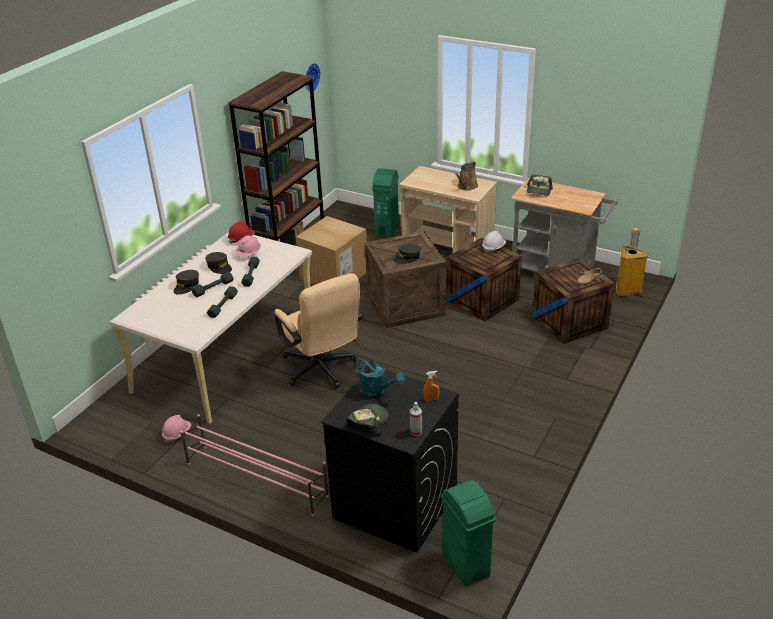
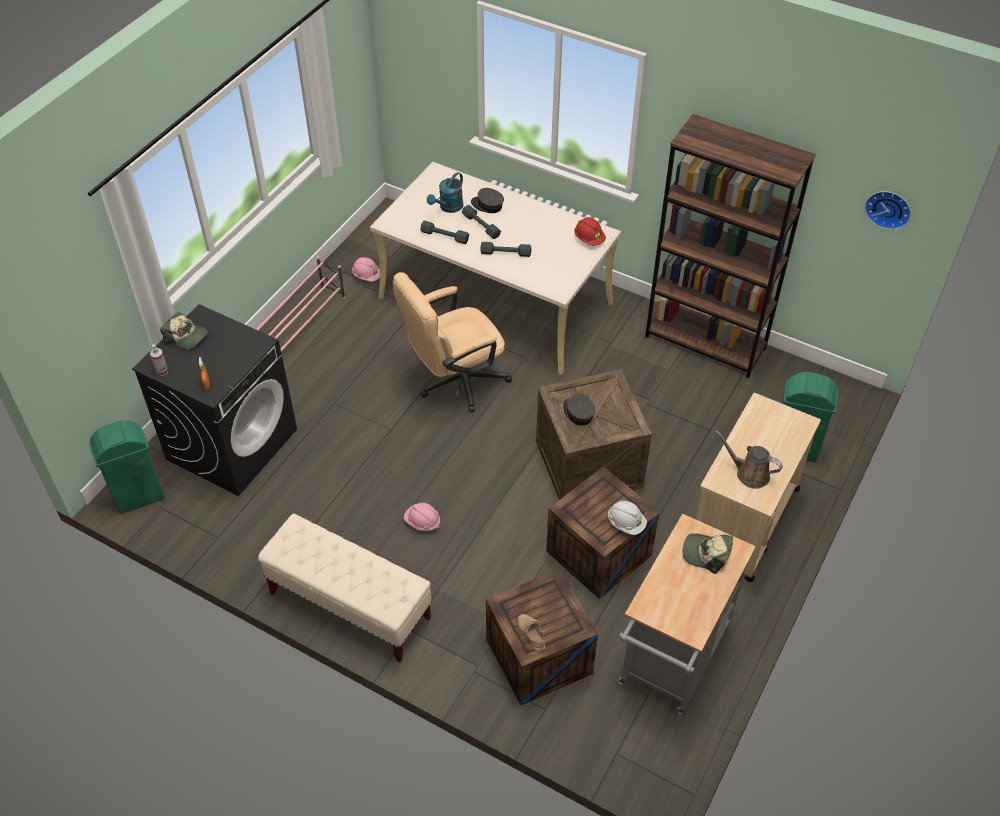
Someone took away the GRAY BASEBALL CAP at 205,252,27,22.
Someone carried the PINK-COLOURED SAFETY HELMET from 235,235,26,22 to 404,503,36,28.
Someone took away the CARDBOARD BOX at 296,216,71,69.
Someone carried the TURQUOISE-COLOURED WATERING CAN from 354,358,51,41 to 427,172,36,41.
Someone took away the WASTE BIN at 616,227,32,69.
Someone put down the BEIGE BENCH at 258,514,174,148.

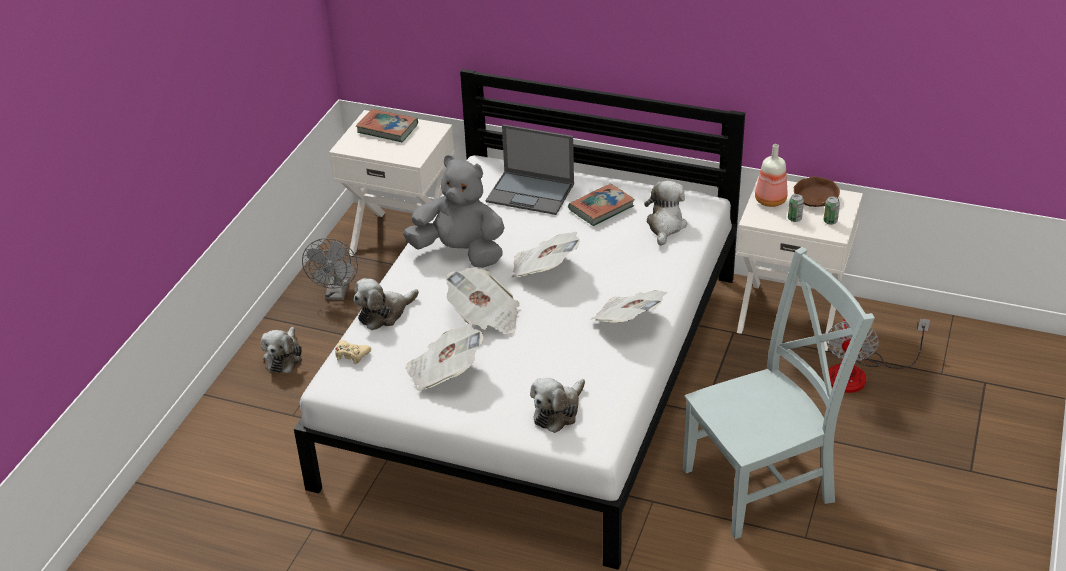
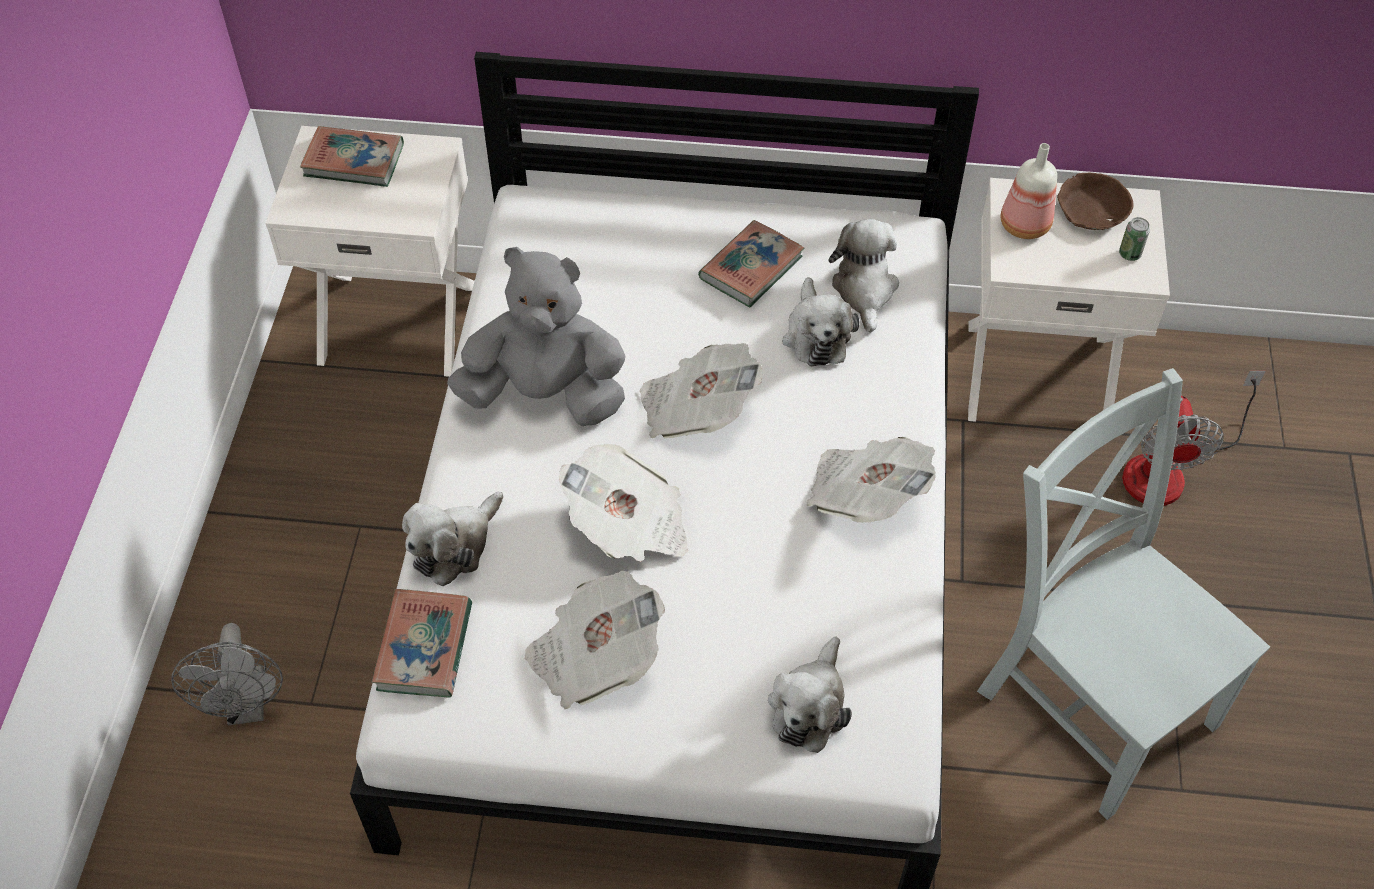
Someone carried the PLUSH TOY from 261,327,41,46 to 782,277,77,89.
Someone carried the GRAY FAN from 302,238,56,62 to 171,623,112,102.
Someone swapped the BEIGE JOYPAD at 335,340,36,24 for the VOLUME at 371,589,101,109.
Someone took away the NOTEBOOK COMPUTER at 486,124,88,91.
Someone rotated the GRAY UPRIGHT CHAIR at 683,247,192,292 by 90 degrees counterclockwise.
Someone took away the METAL CAN at 788,194,16,28.

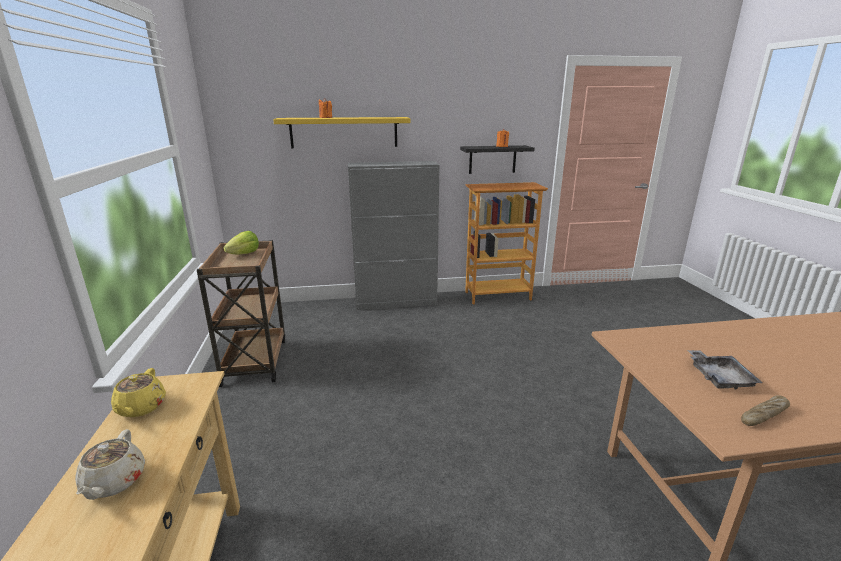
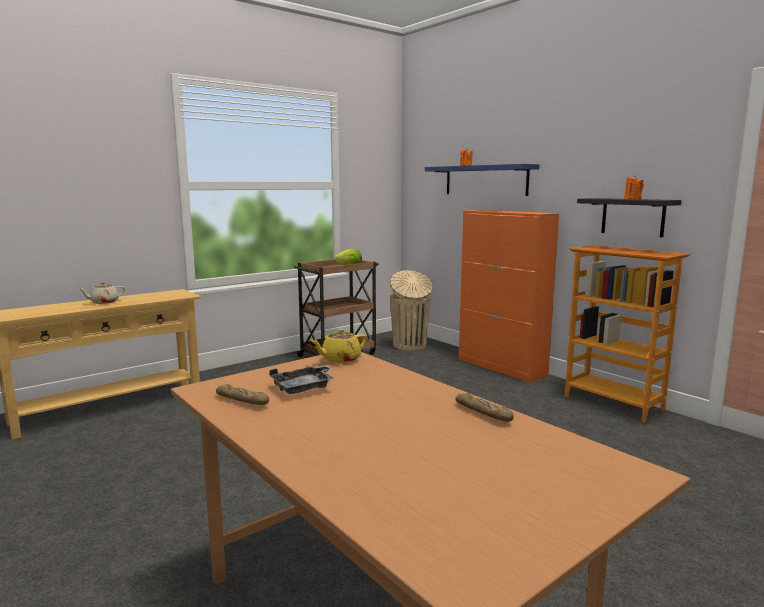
Someone carried the YELLOW-COLOURED POT FOR TEA from 111,368,55,49 to 311,329,56,34.
Someone repainted the YELLOW-COLOURED BRACKET SHELF at 273,117,138,31, which became the BLUE-COLOURED BRACKET SHELF at 425,164,115,32.
Someone repainted the GRAY STORAGE CABINET at 348,161,92,149, which became the ORANGEY STORAGE CABINET at 459,210,100,173.
Someone put down the BEIGE WASTE BIN at 390,270,42,80.
Someone put down the BAKED BREAD at 456,393,58,29.

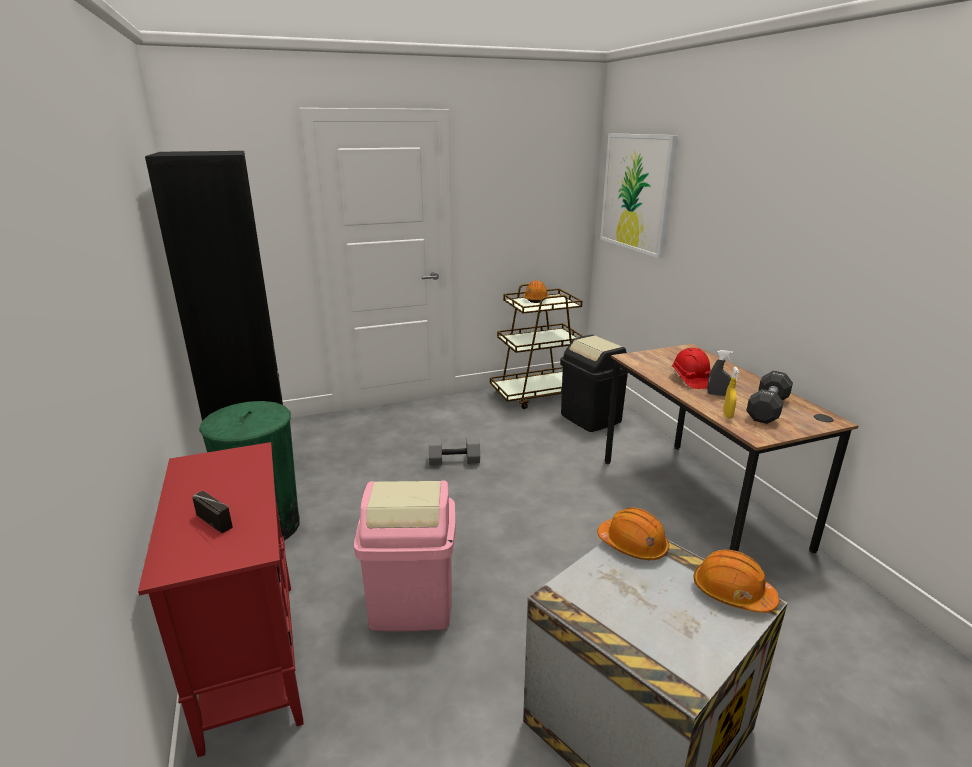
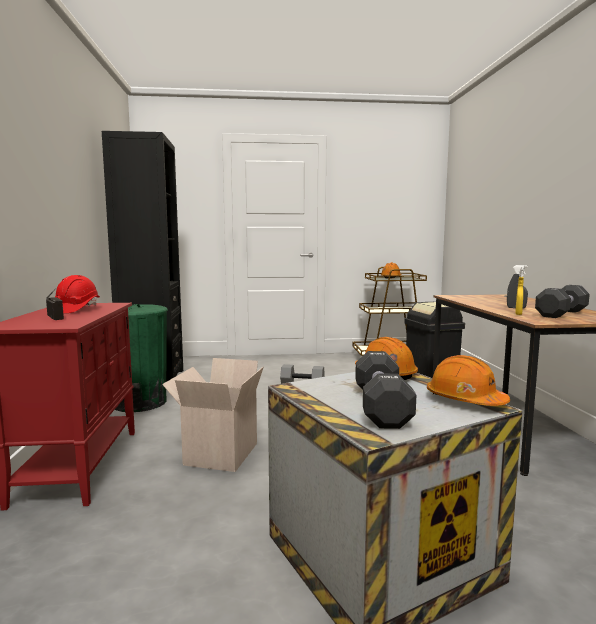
Someone swapped the PINK-COLOURED WASTE BIN at 354,480,102,151 for the CARDBOARD BOX at 162,358,102,114.
Someone took away the WALL ART at 600,133,78,125.
Someone carried the REDDISH SAFETY HELMET from 672,348,39,41 to 55,275,45,38.
Someone put down the BLACK HAND WEIGHT at 355,351,61,78.

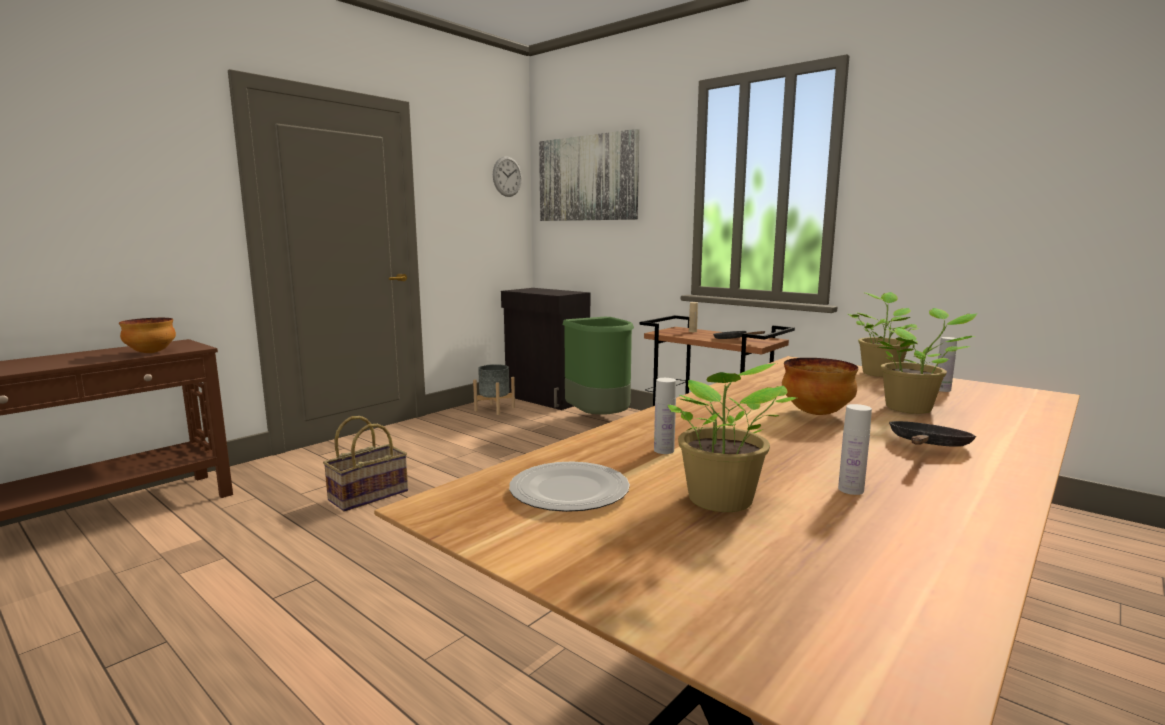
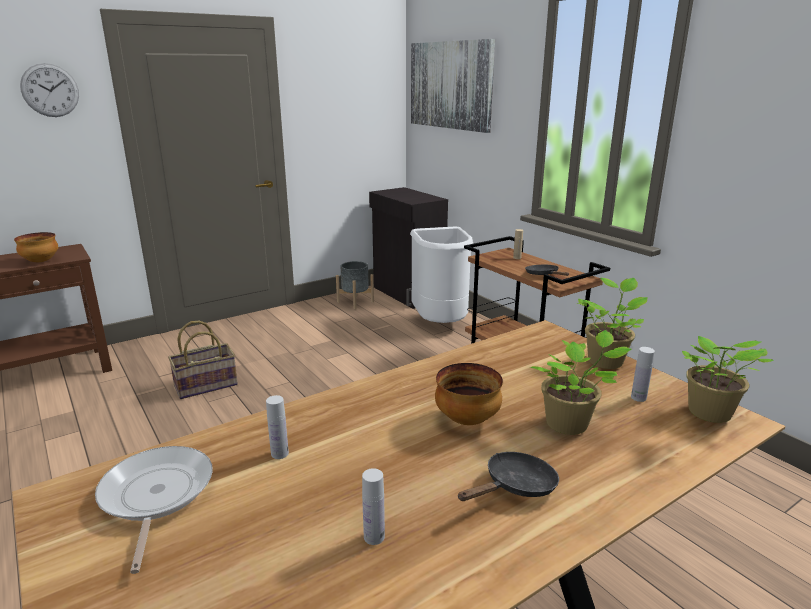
Someone carried the HANGING CLOCK from 493,156,29,41 to 20,63,59,54.
Someone swapped the PLATE at 509,462,121,50 for the PAN at 95,446,118,128.
Someone repainted the GREEN-COLOURED WASTE BIN at 563,317,71,98, which became the WHITE WASTE BIN at 410,227,63,96.
Someone carried the PLANT IN A POT from 667,363,129,149 to 682,336,92,87.

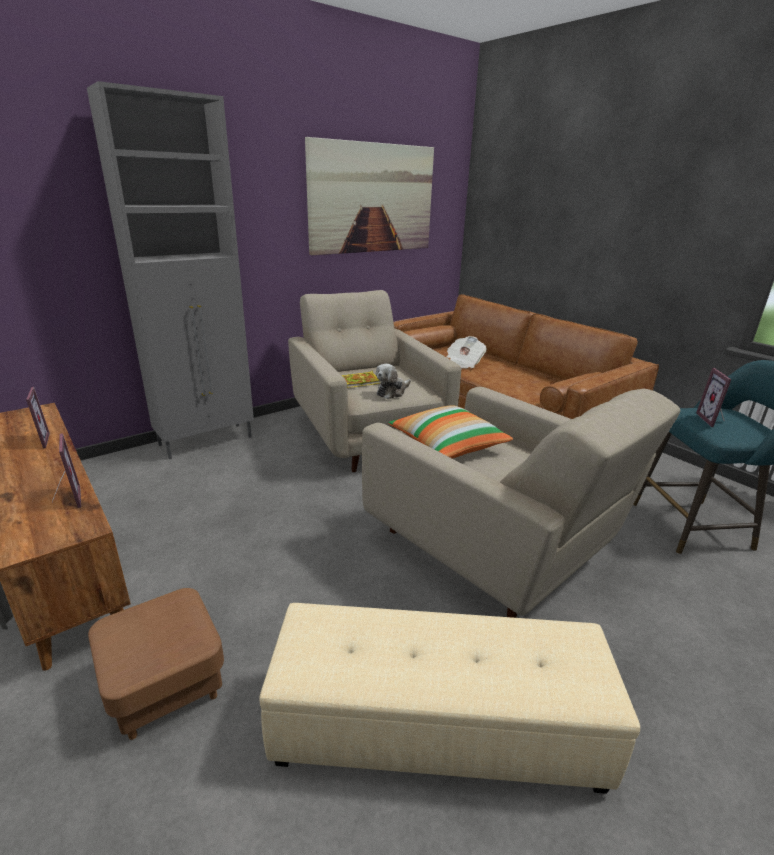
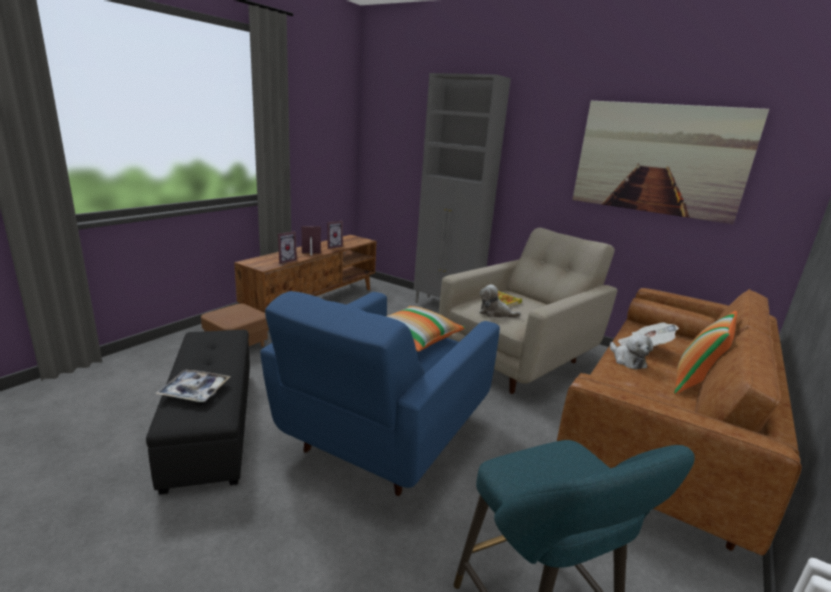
Someone repainted the BEIGE OTTOMAN at 259,603,381,191, which became the BLACK OTTOMAN at 146,330,104,165.
Someone repainted the BEIGE ARMCHAIR at 362,387,319,231, which became the BLUE-COLOURED ARMCHAIR at 260,291,240,205.
Someone carried the PICTURE FRAME from 696,368,35,59 to 302,226,19,30.
Someone put down the SERVING TRAY at 155,370,76,32.
Someone put down the PLUSH TOY at 610,334,43,36.
Someone put down the CUSHION at 674,311,63,83.

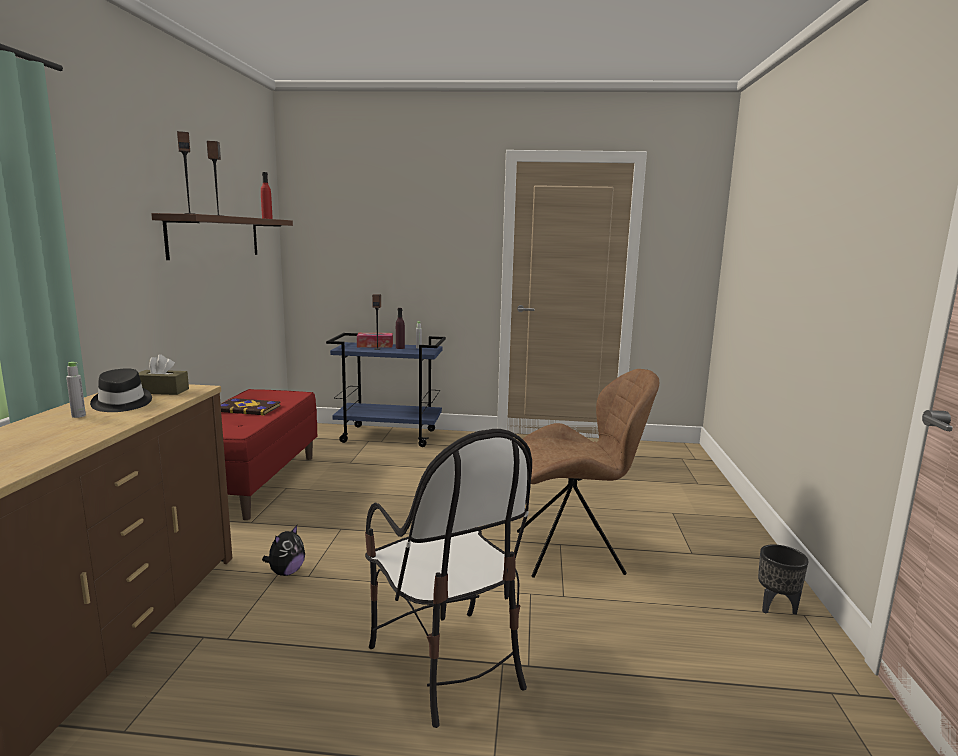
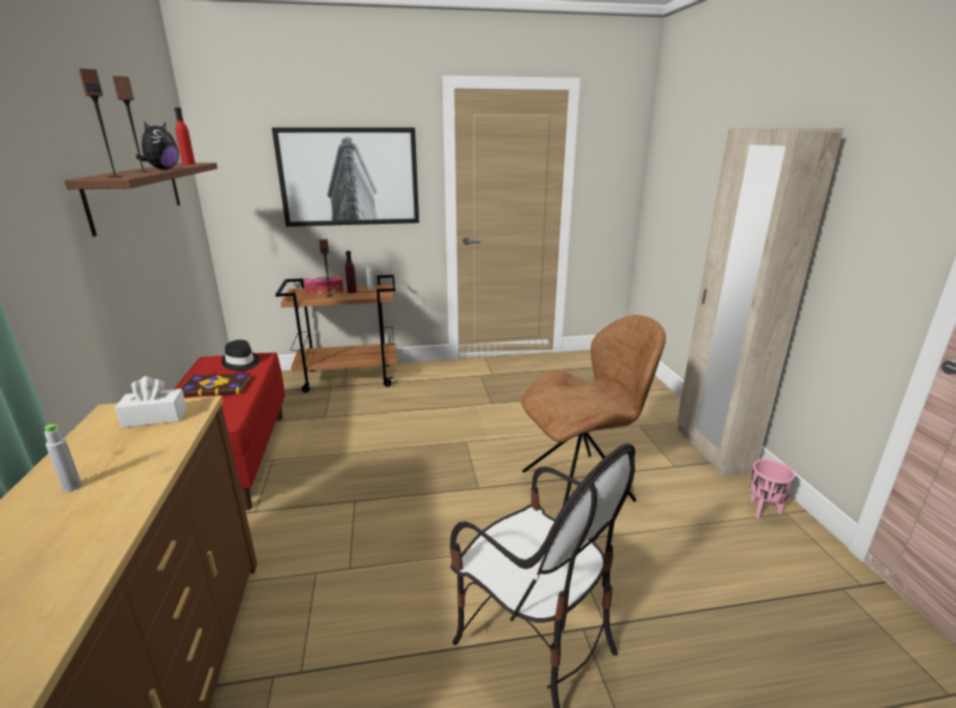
Someone carried the BLACK WEARABLE HAT from 90,368,62,44 to 221,340,39,31.
Someone repainted the BROWN TISSUE BOX at 139,354,50,41, which became the WHITE TISSUE BOX at 115,376,72,52.
Someone carried the PLUSH TOY from 262,525,43,51 to 136,122,43,48.
Someone repainted the BLUE-COLOURED CART at 326,333,120,114, which became the BROWN CART at 275,275,122,118.
Someone repainted the BLACK FLOWER POT at 758,544,51,71, which became the PINK-COLOURED FLOWER POT at 749,459,46,59.
Someone put up the WALL ART at 272,127,147,100.
Someone put down the BEIGE CLOTHES CUPBOARD at 677,128,167,348.

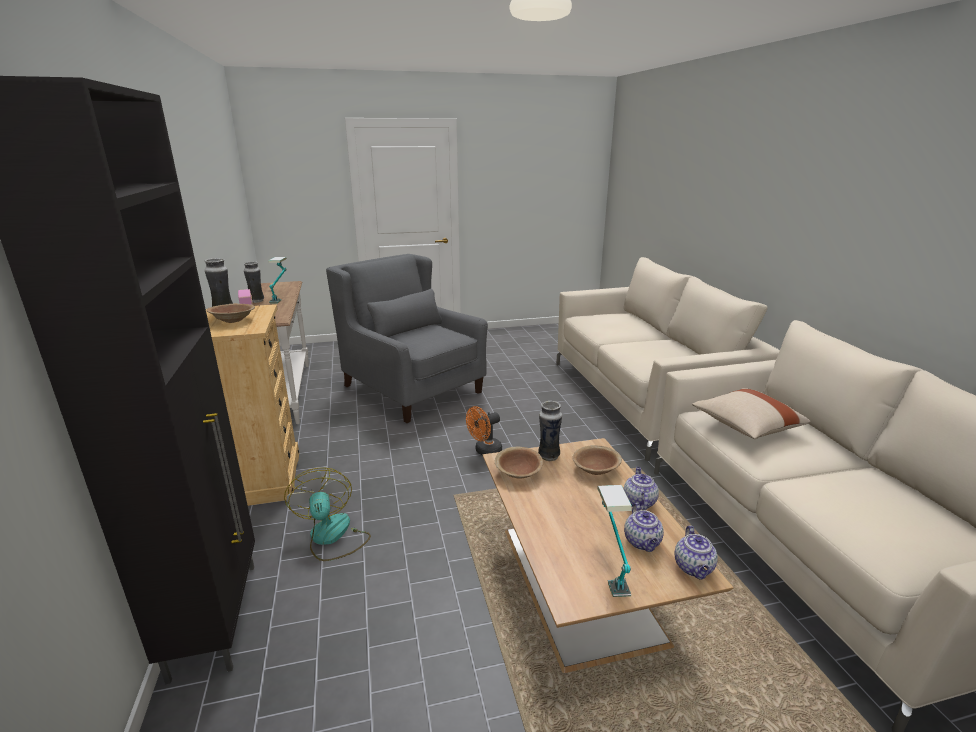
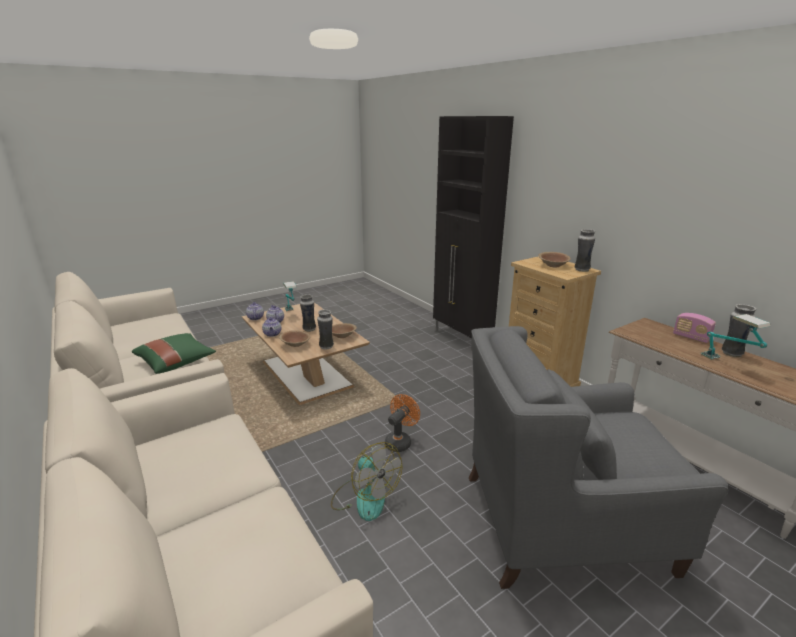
Someone carried the FAN from 284,468,87,93 to 331,442,72,79.
Someone rotated the GRAY ARMCHAIR at 326,254,162,169 by 150 degrees clockwise.
Someone repainted the BEIGE CUSHION at 692,388,119,51, which became the GREEN-COLOURED CUSHION at 132,333,84,41.
Someone put down the FLOWER VASE at 300,294,16,38.

